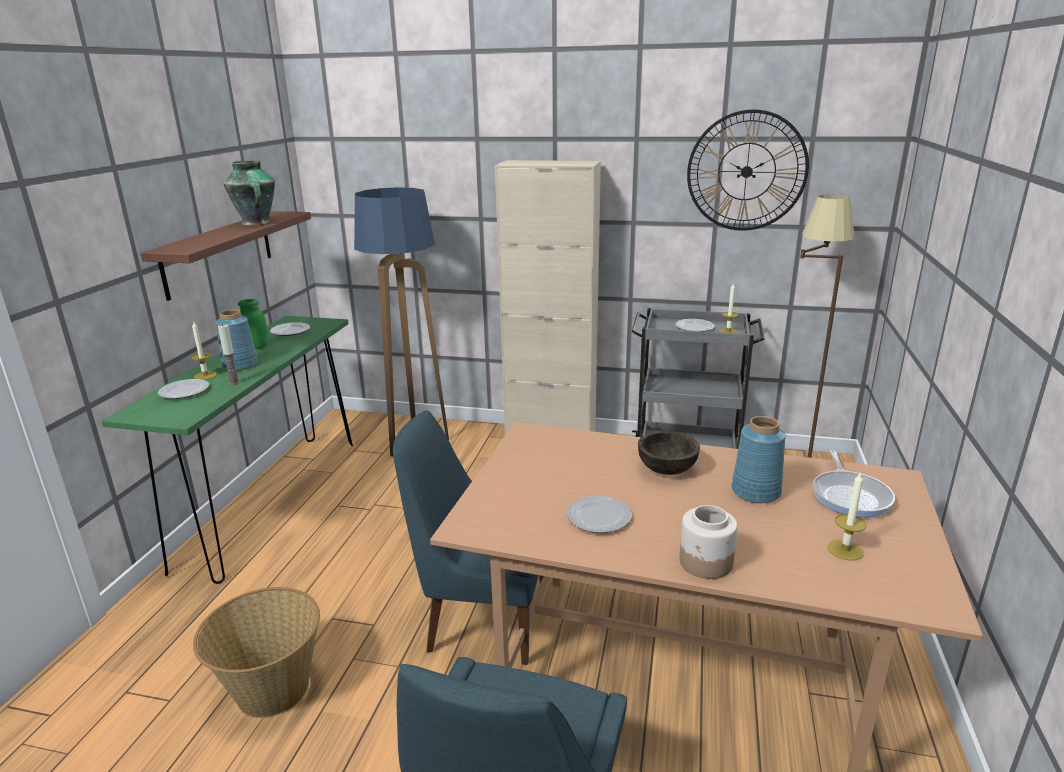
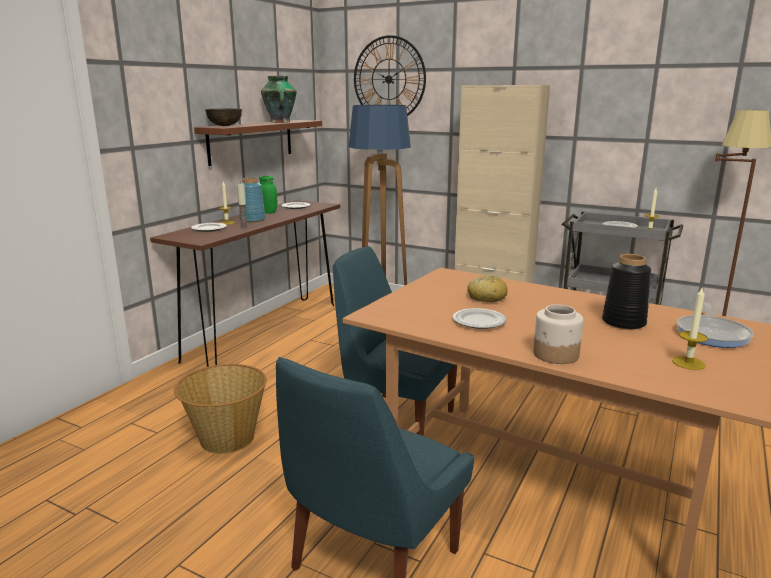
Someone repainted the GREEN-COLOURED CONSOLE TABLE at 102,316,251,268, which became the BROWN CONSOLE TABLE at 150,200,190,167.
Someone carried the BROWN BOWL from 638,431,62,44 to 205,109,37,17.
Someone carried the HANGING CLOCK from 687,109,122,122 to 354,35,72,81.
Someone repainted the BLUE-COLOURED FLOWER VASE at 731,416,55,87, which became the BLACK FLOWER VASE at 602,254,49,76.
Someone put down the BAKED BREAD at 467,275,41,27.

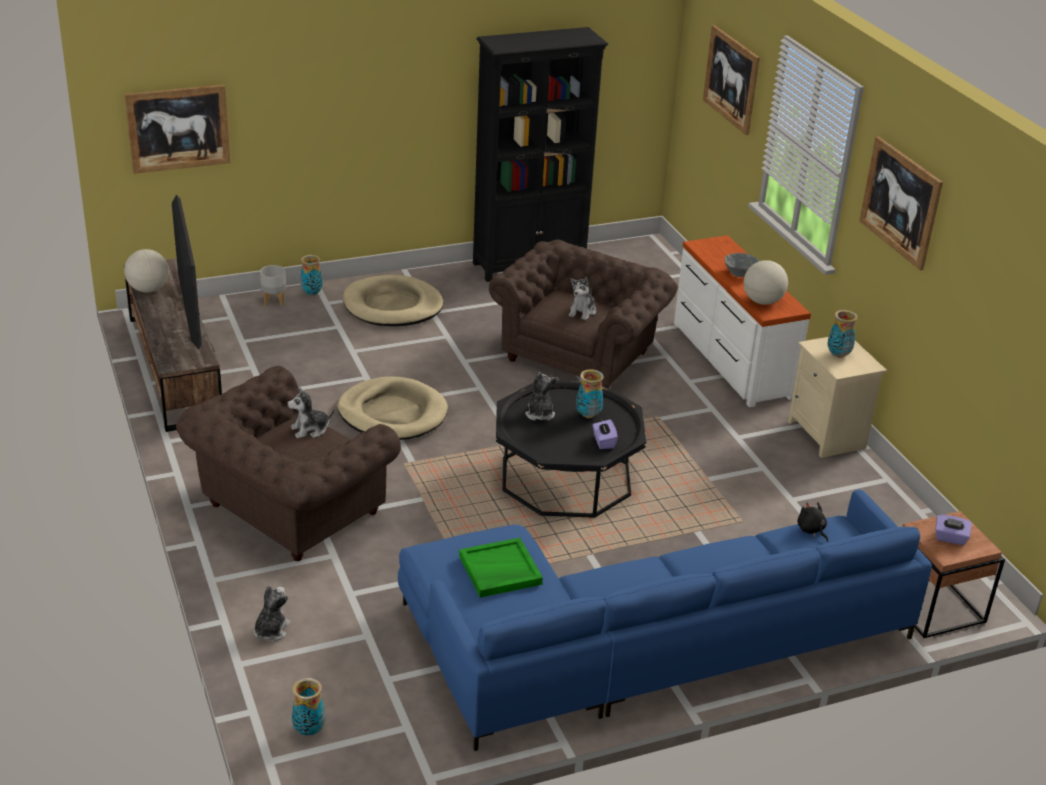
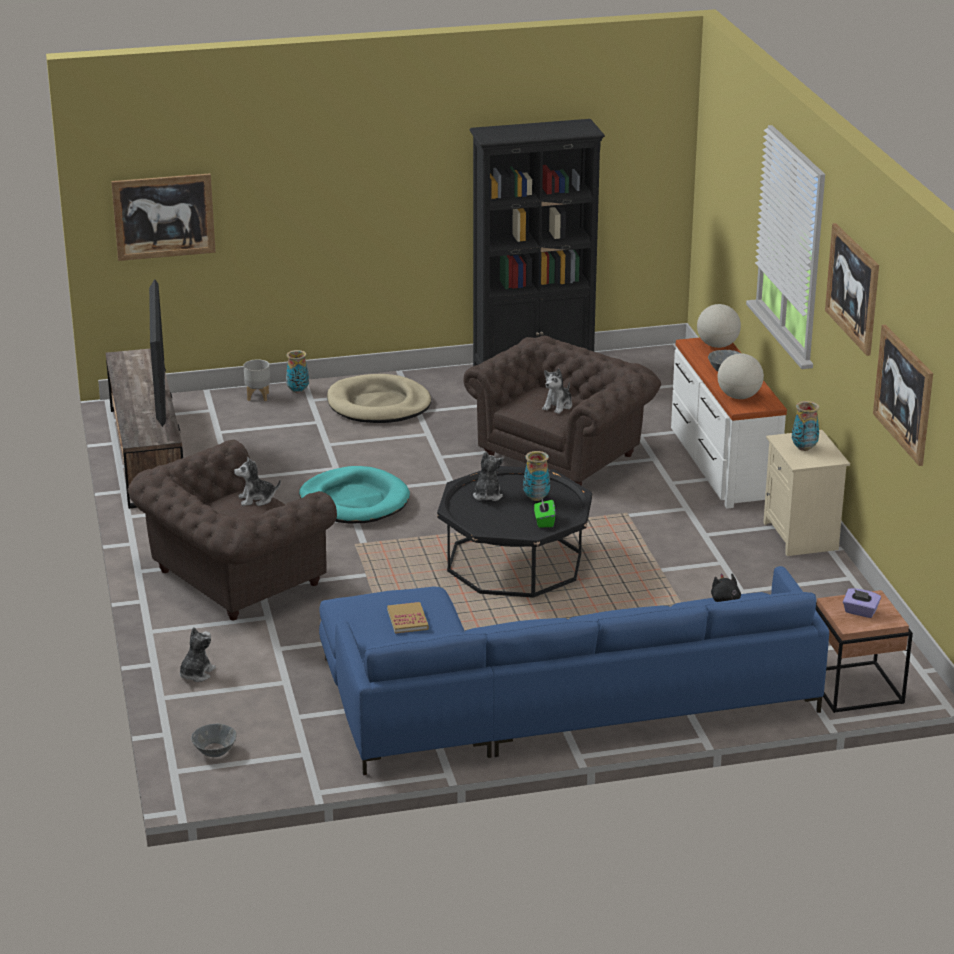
Someone carried the GLOBE from 124,249,45,43 to 697,304,44,44.
Someone swapped the FLOWER VASE at 291,678,34,58 for the GRAY BOWL at 191,724,46,33.
Someone repainted the BEIGE DOG BED at 337,377,111,63, which became the TURQUOISE-COLOURED DOG BED at 299,466,111,58.
Someone swapped the GREEN-COLOURED SERVING TRAY at 459,538,84,60 for the VOLUME at 387,602,42,32.
Someone repainted the PURPLISH TISSUE BOX at 593,419,25,30, which became the GREEN-COLOURED TISSUE BOX at 534,499,21,28.
Someone carried the WALL ART from 703,25,57,110 to 873,325,60,141.

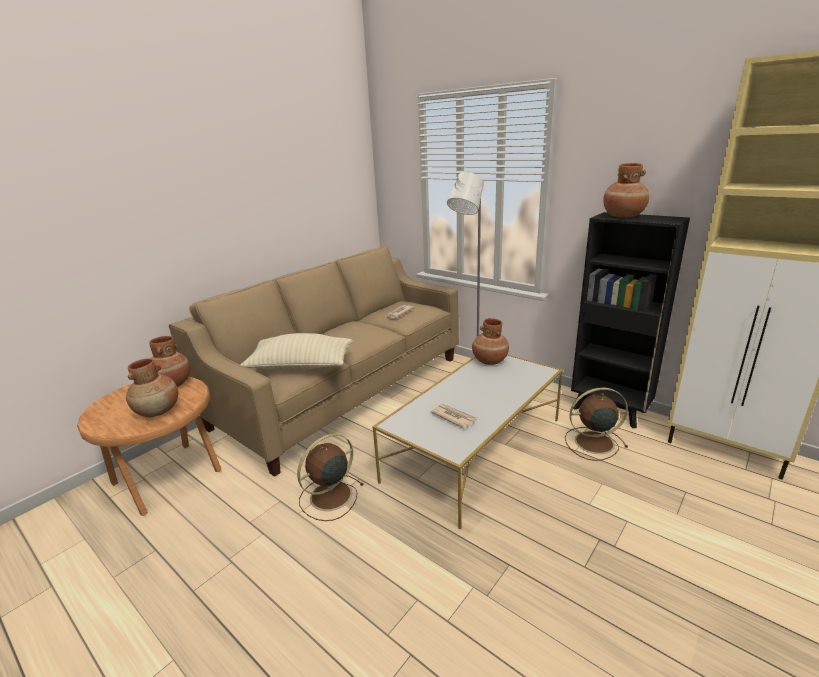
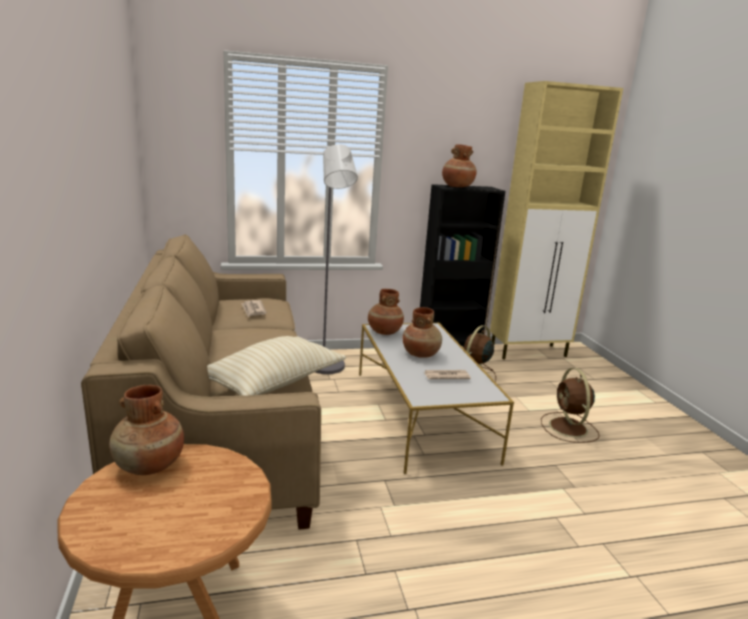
Someone carried the BROWN FLOWER VASE from 126,359,52,58 to 403,307,39,51.
Someone carried the BROWN FAN from 297,434,67,87 to 541,368,59,75.

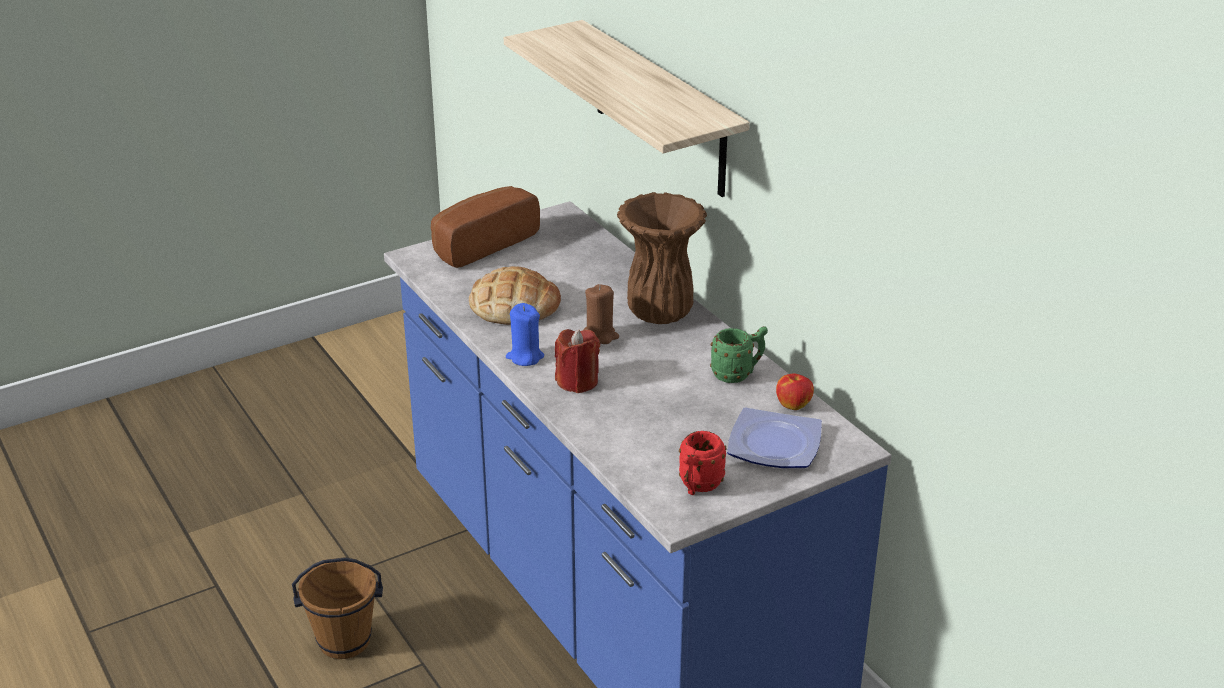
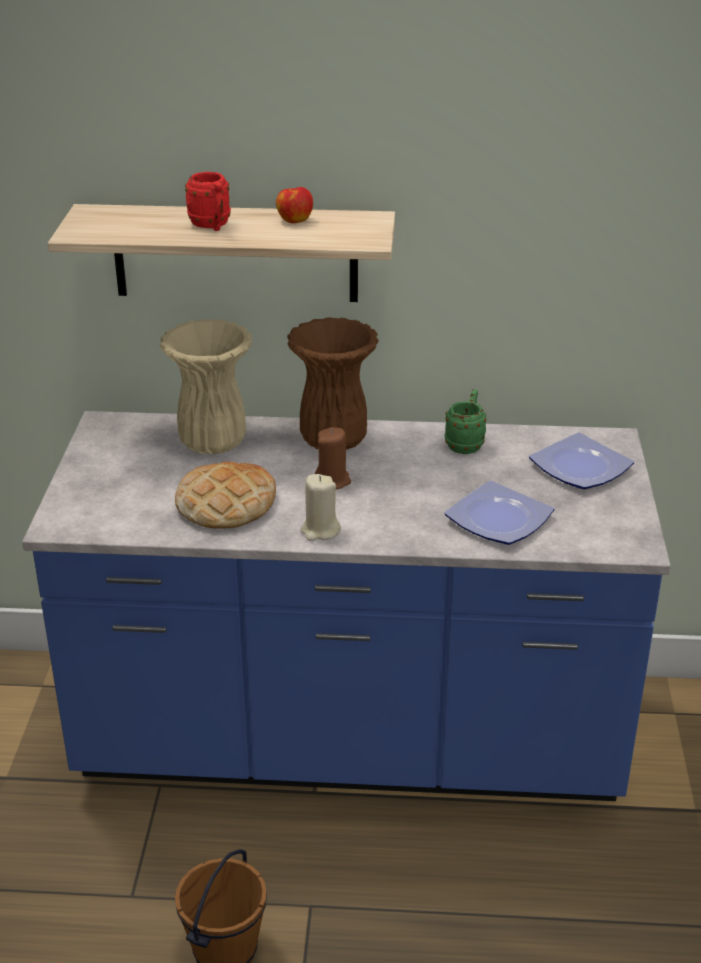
Someone took away the BAKED BREAD at 431,186,109,82.
Someone repainted the BLUE-COLOURED CANDLE at 506,303,38,63, which became the BEIGE CANDLE at 301,474,40,67.
Someone took away the REDDISH CANDLE at 555,329,45,64.
Someone carried the REDDISH TEA MUG from 679,431,47,64 to 185,172,46,59.
Someone carried the APPLE FRUIT from 776,373,38,37 to 276,187,37,36.
Someone put down the BEIGE FLOWER VASE at 160,319,92,135.
Someone put down the PLATE at 444,481,110,64.

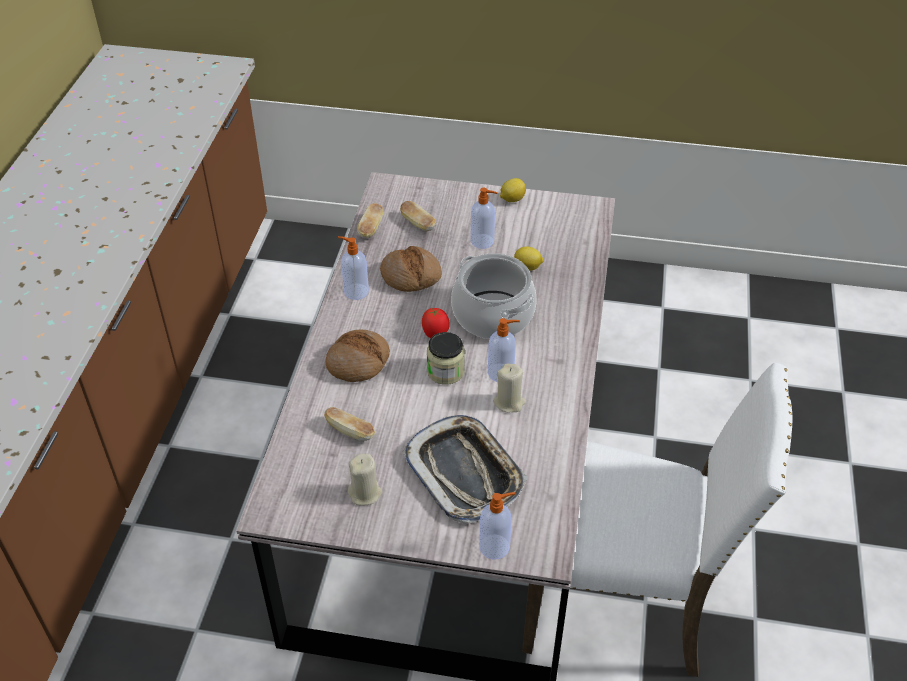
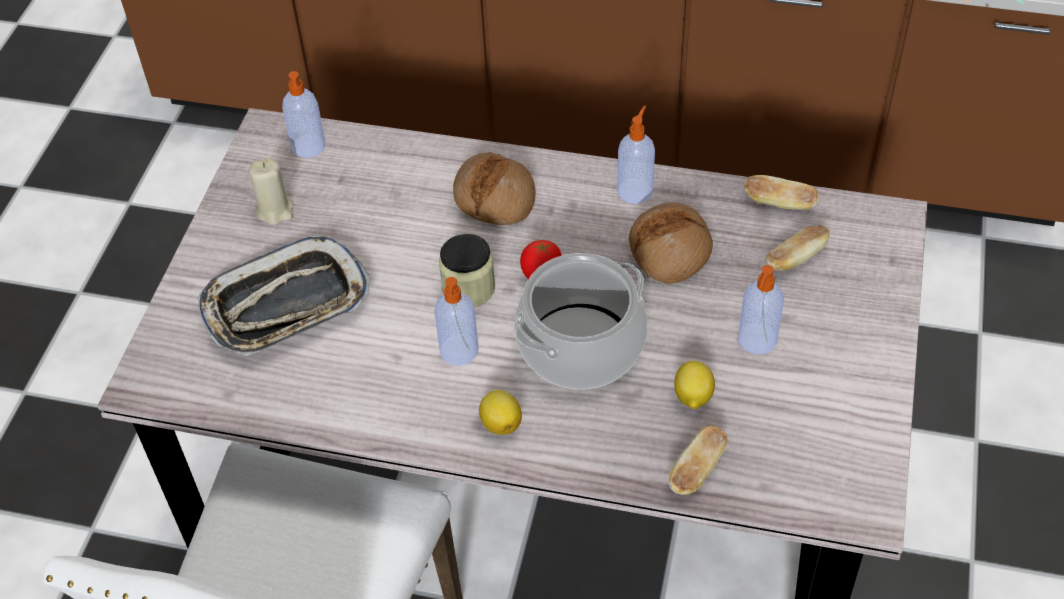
Someone carried the BAKED BREAD from 324,407,51,34 to 668,426,60,69.
Someone carried the SOAP BOTTLE from 479,492,37,68 to 282,71,44,87.
Someone took away the BEIGE CANDLE at 493,364,33,49.
Someone carried the LEMON from 500,178,26,24 to 479,390,43,45.

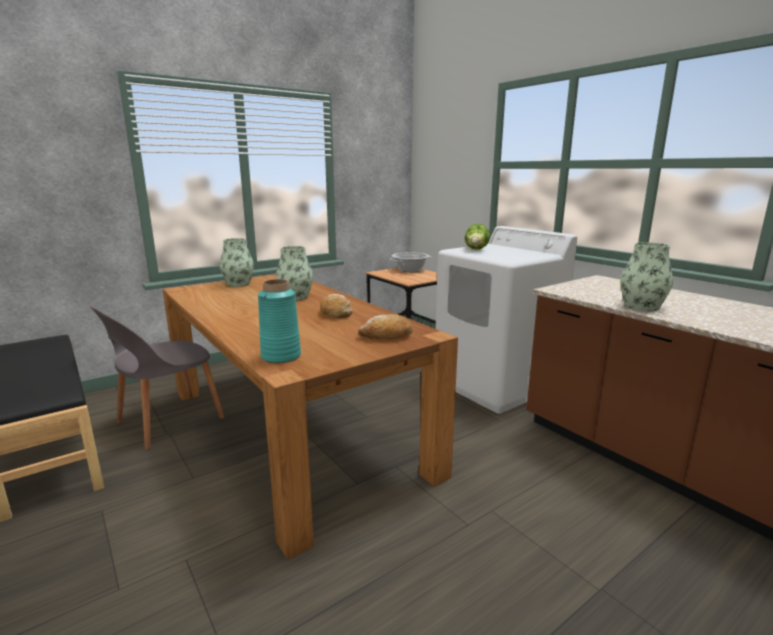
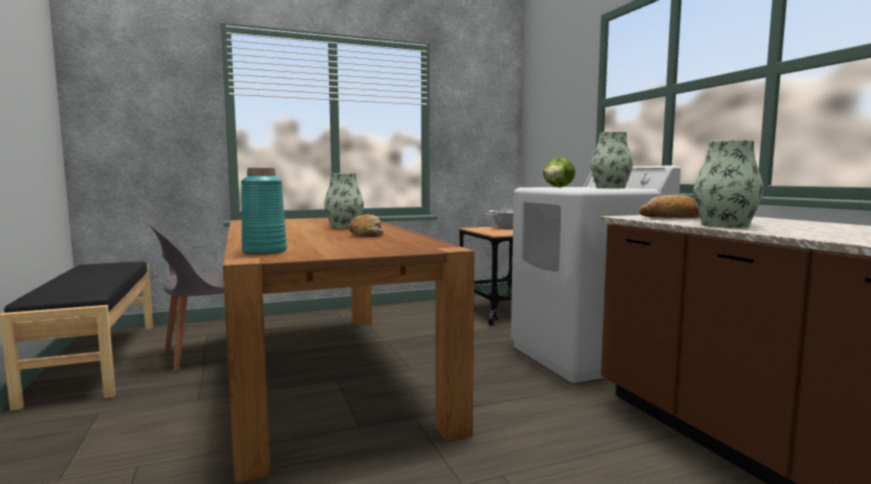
Someone carried the FLOWER VASE from 220,238,34,49 to 591,132,42,56.
Someone carried the BAKED BREAD from 358,314,55,25 to 639,195,61,23.

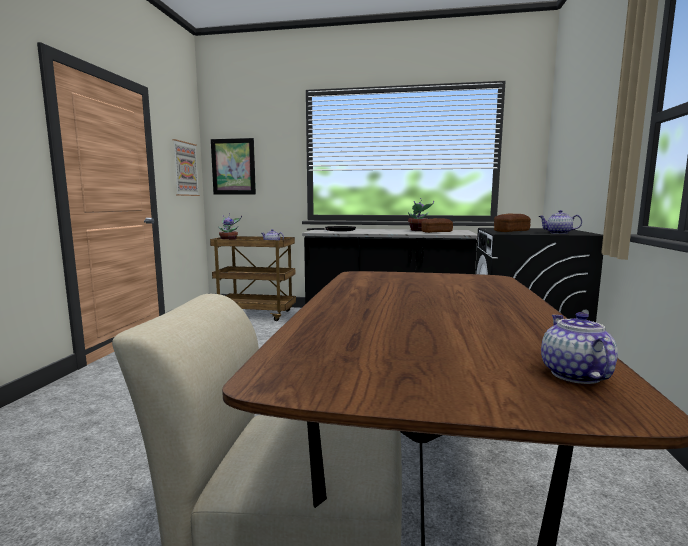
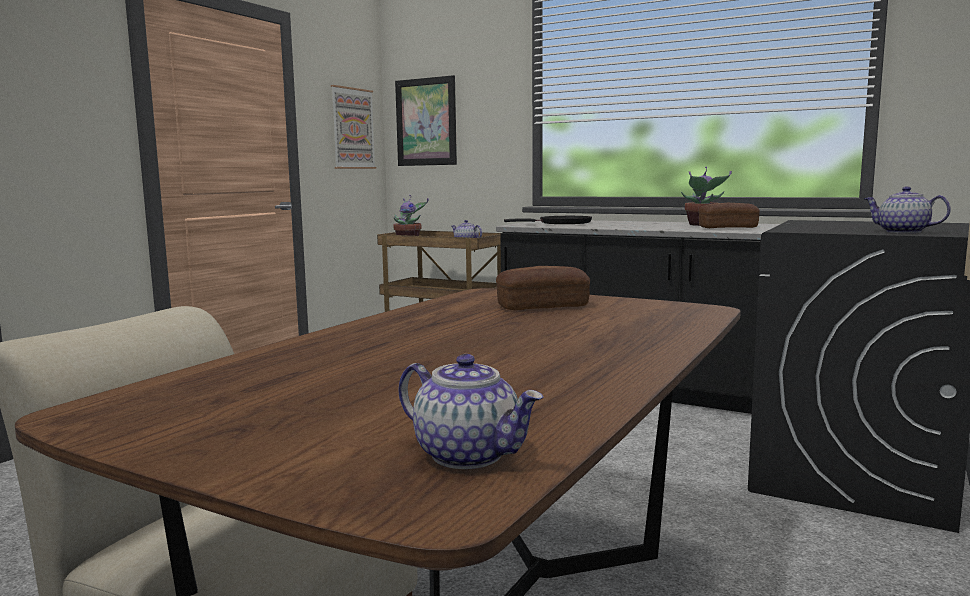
Someone carried the BAKED BREAD from 494,214,37,18 to 496,266,94,44.
Someone rotated the POT FOR TEA at 541,312,77,72 by 105 degrees clockwise.

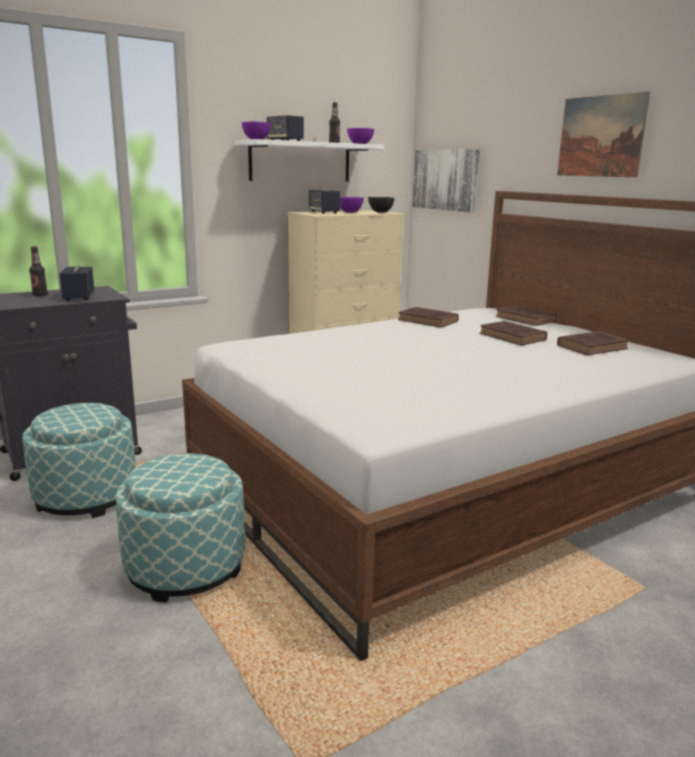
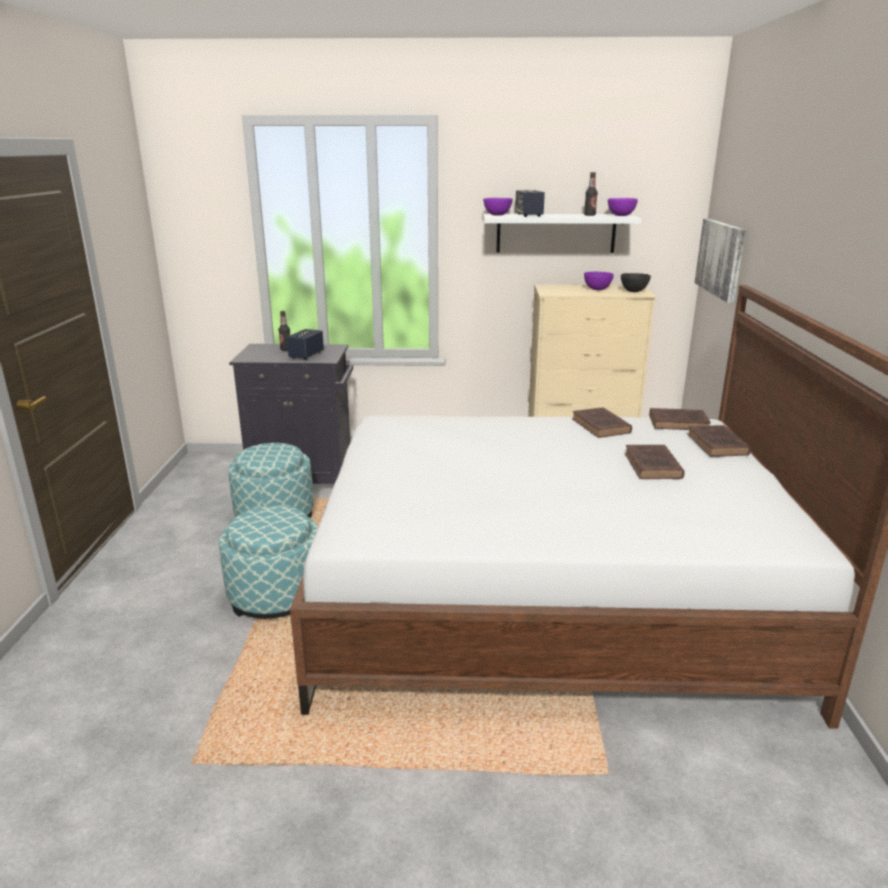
Someone took away the AUDIO SPEAKER at 309,189,31,25.
Someone took away the WALL ART at 557,91,93,86.
Someone carried the BROWN VOLUME from 557,331,73,24 to 649,408,62,22.

